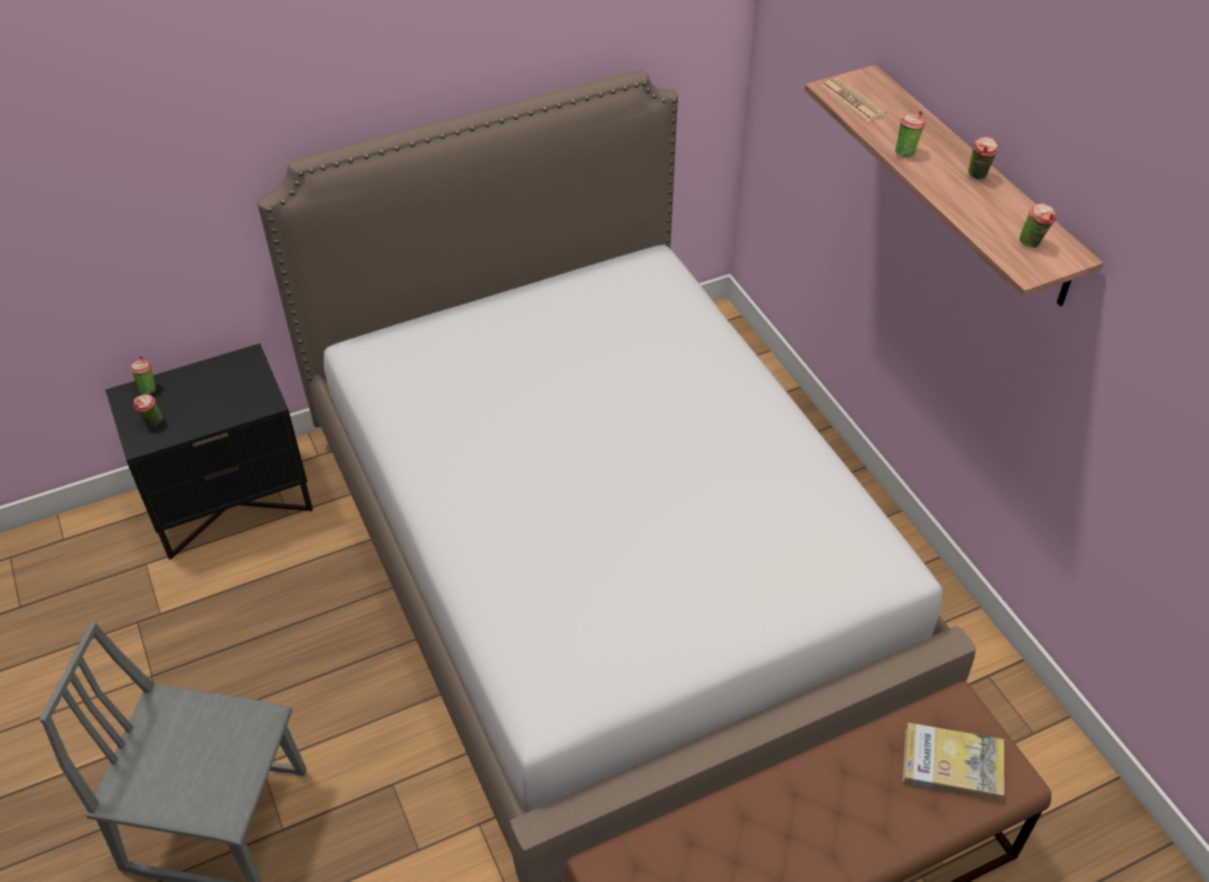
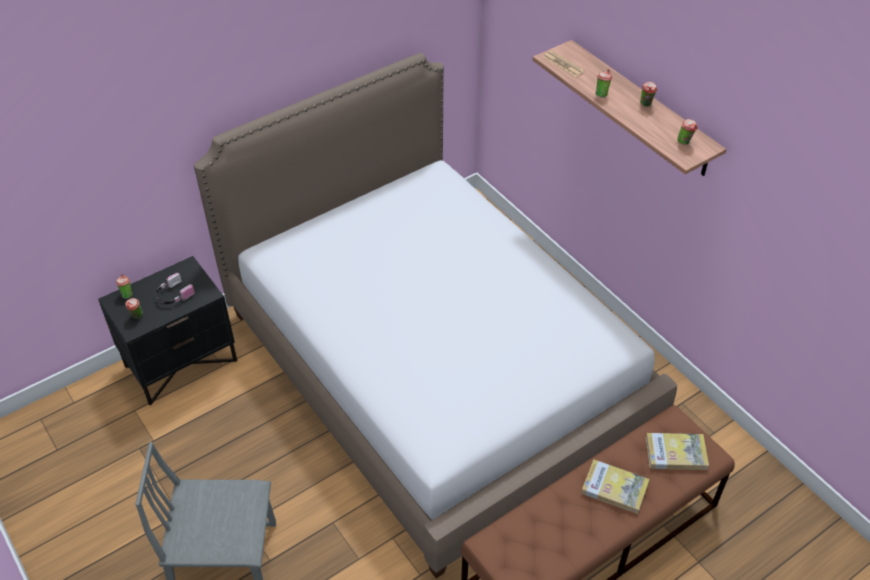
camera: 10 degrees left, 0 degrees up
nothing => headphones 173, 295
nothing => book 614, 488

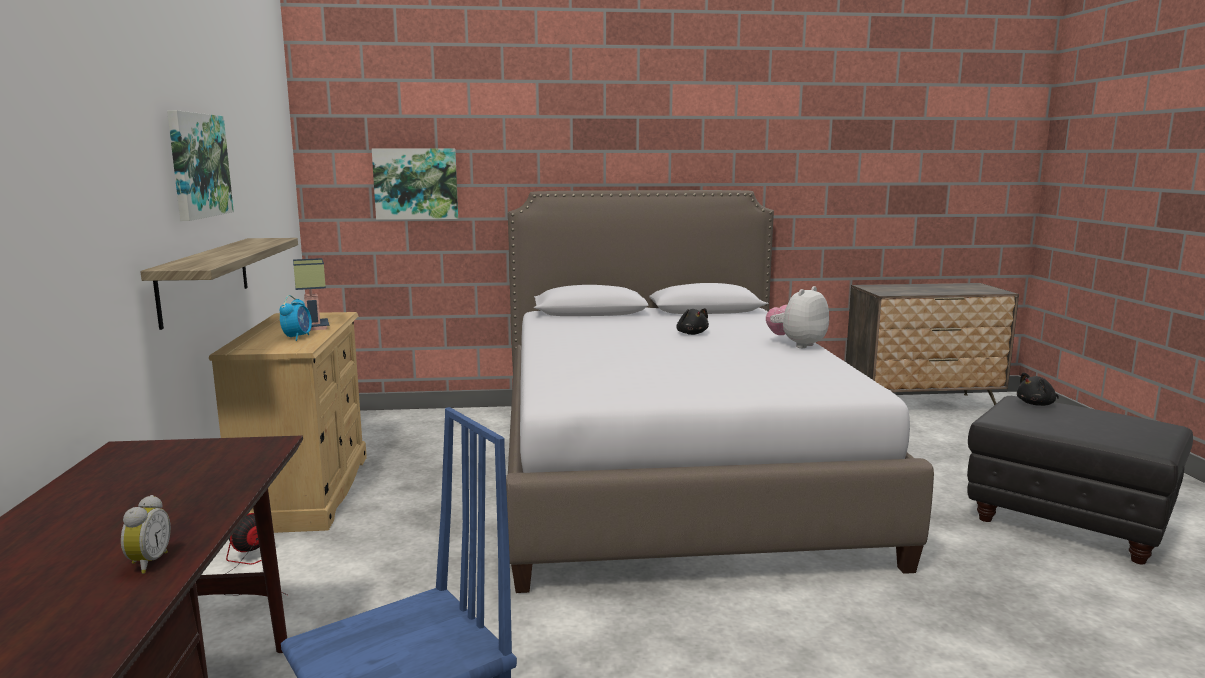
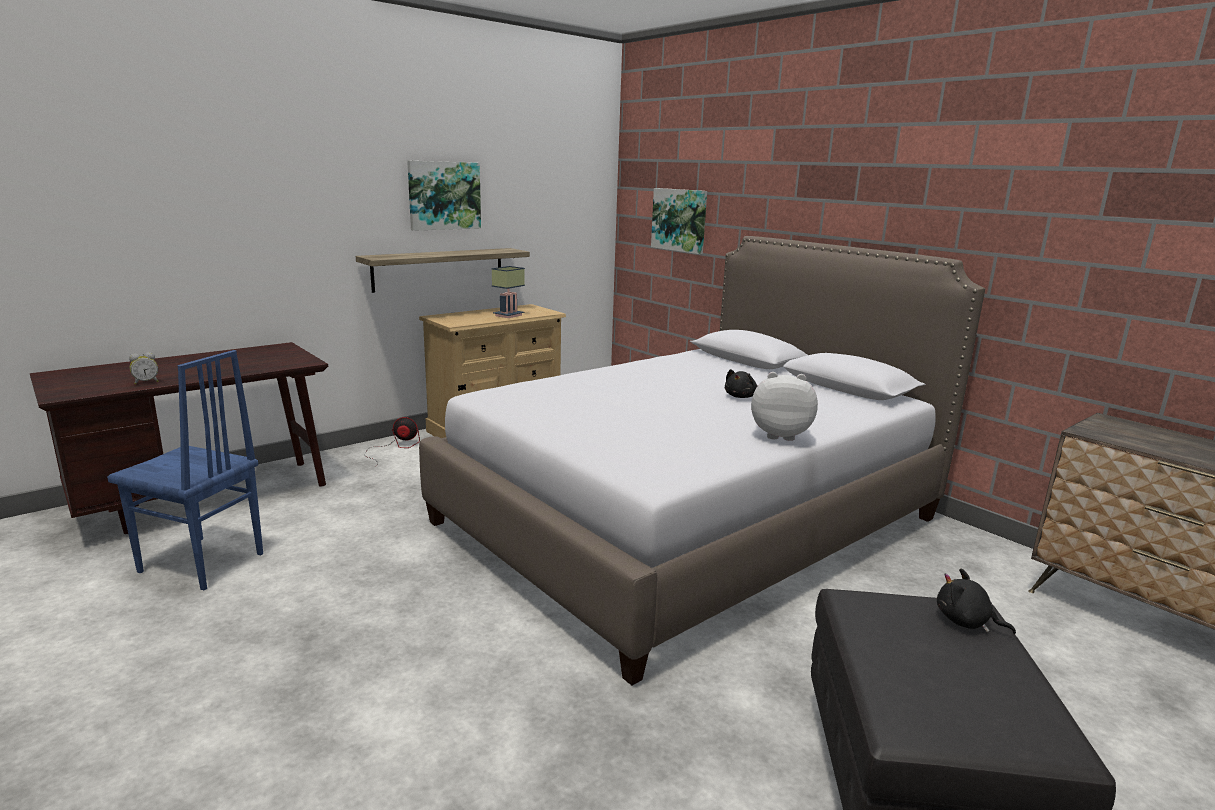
camera: 55 degrees right, 5 degrees up
alarm_clock 297, 337 => nothing

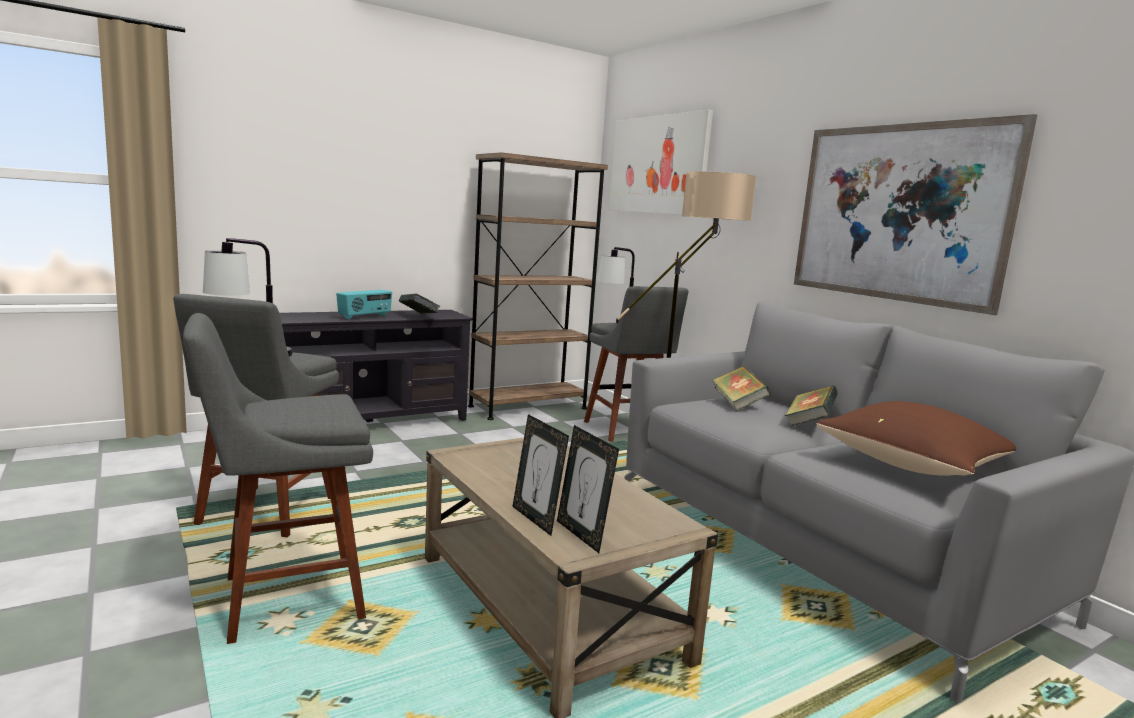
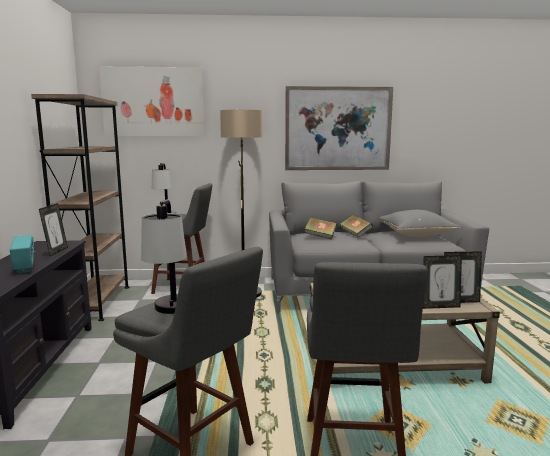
camera: 60 degrees left, 0 degrees up
book 419, 317 => picture_frame 56, 252
brown_pillow 916, 466 => grey_pillow 416, 235

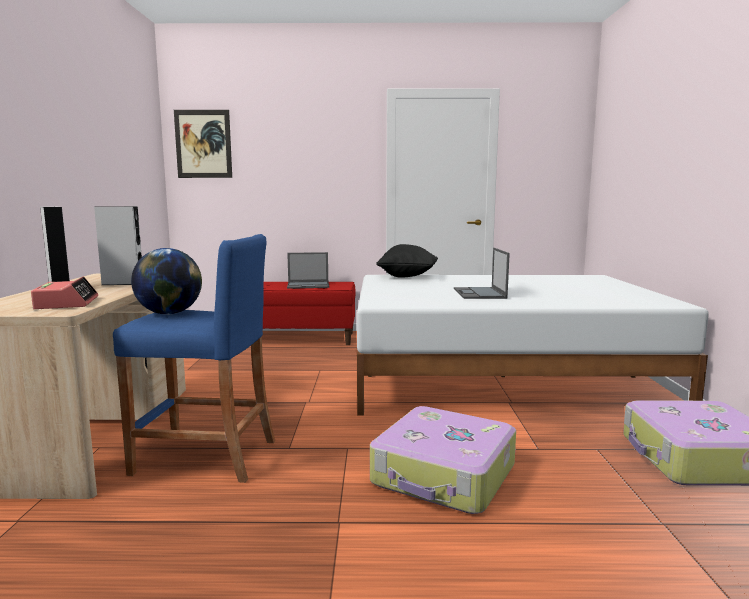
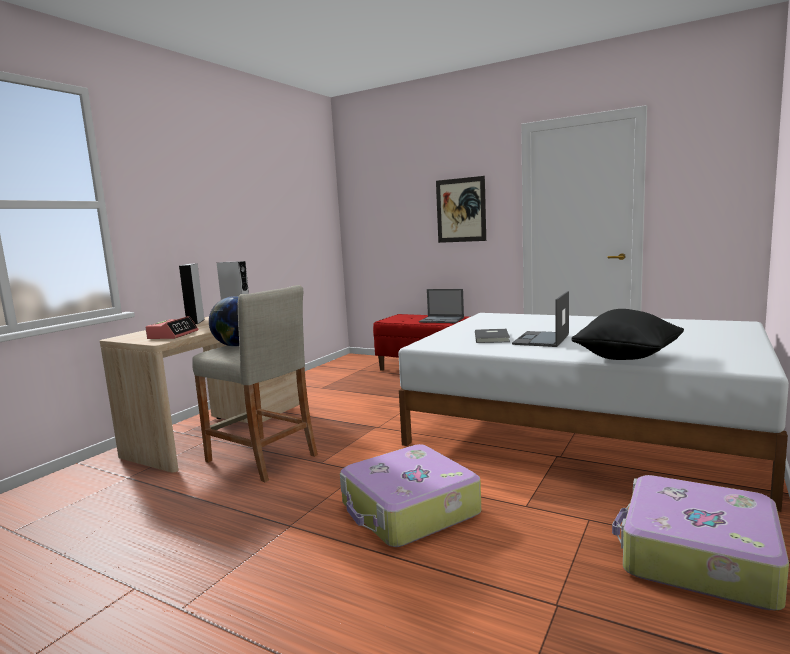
camera: 30 degrees right, 0 degrees up
blue_stool 205, 457 => beige_stool 261, 458
picture 203, 144 => picture 461, 210, shifted
black_pillow 408, 276 => black_pillow 627, 358, shifted
nothing => grey_book 493, 337

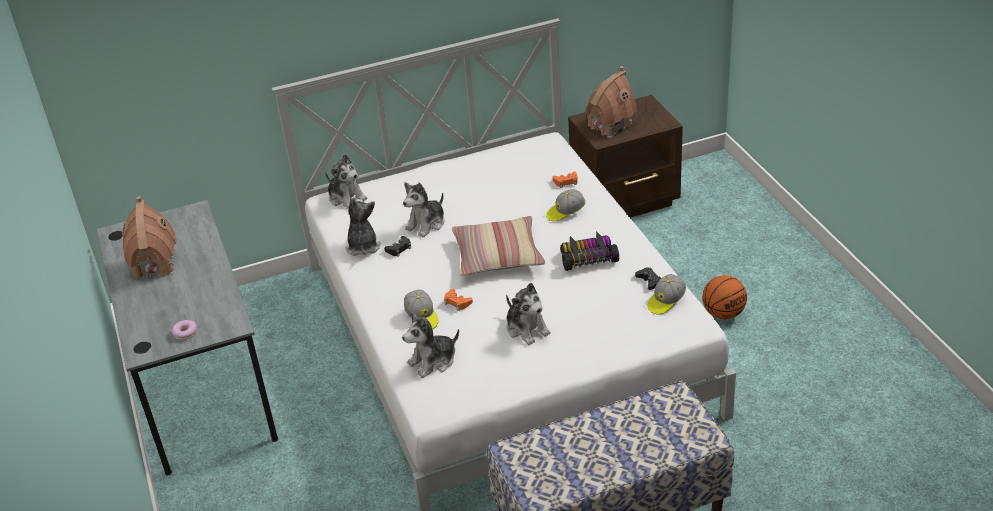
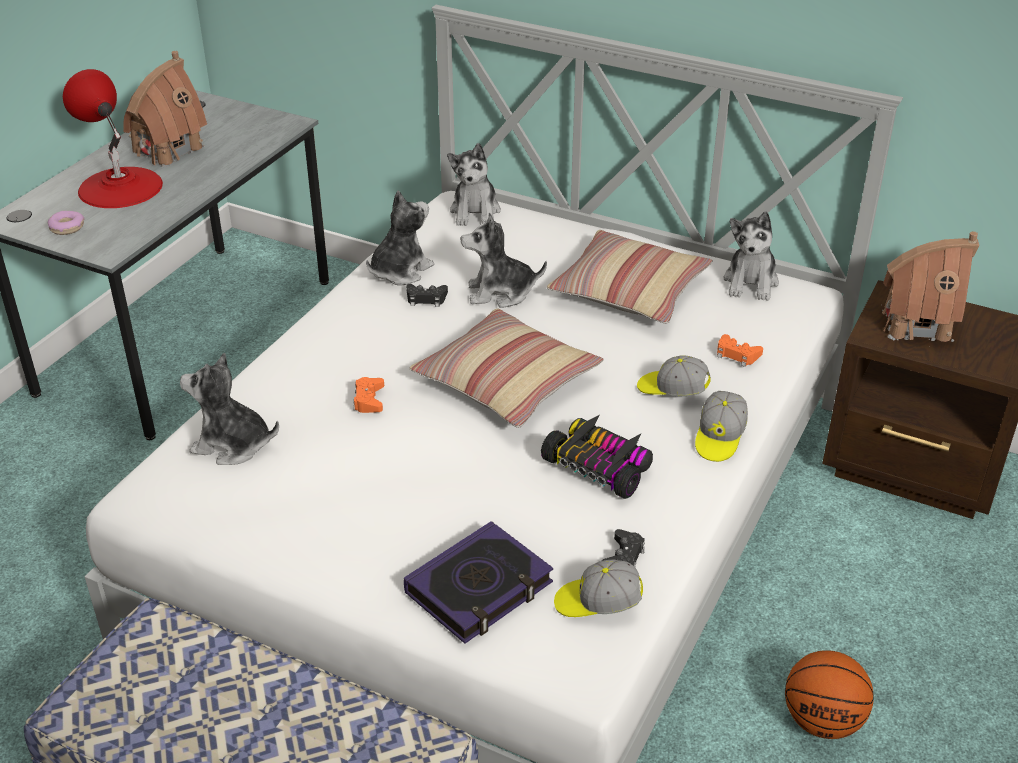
camera: 45 degrees right, 0 degrees up
cap 422, 317 => cap 719, 437, shifted
plush_toy 527, 329 => plush_toy 751, 282, shifted
nothing => red_table_lamp 120, 187
nothing => book 479, 589
nothing => pillow 629, 291

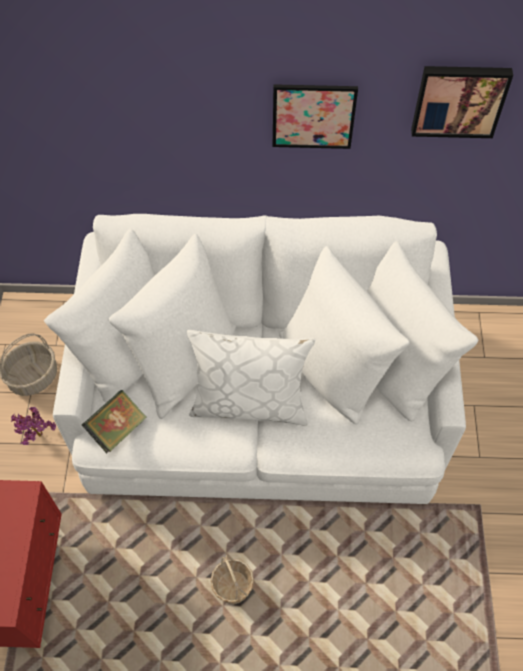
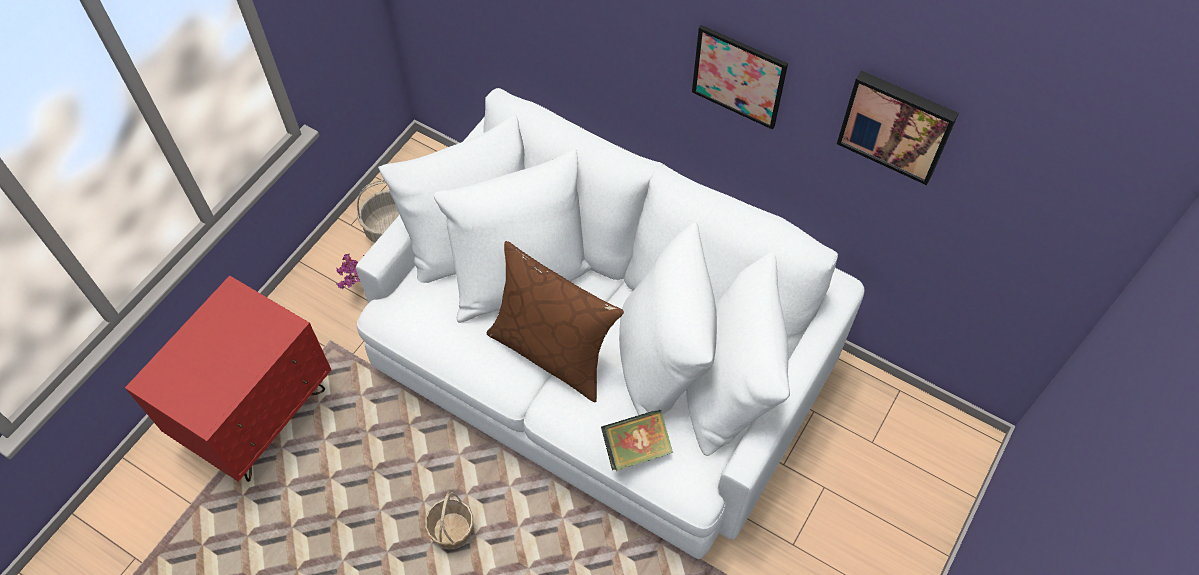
camera: 30 degrees right, 0 degrees up
book 117, 428 => book 636, 448, shifted
white_pillow 250, 403 => brown_pillow 553, 351

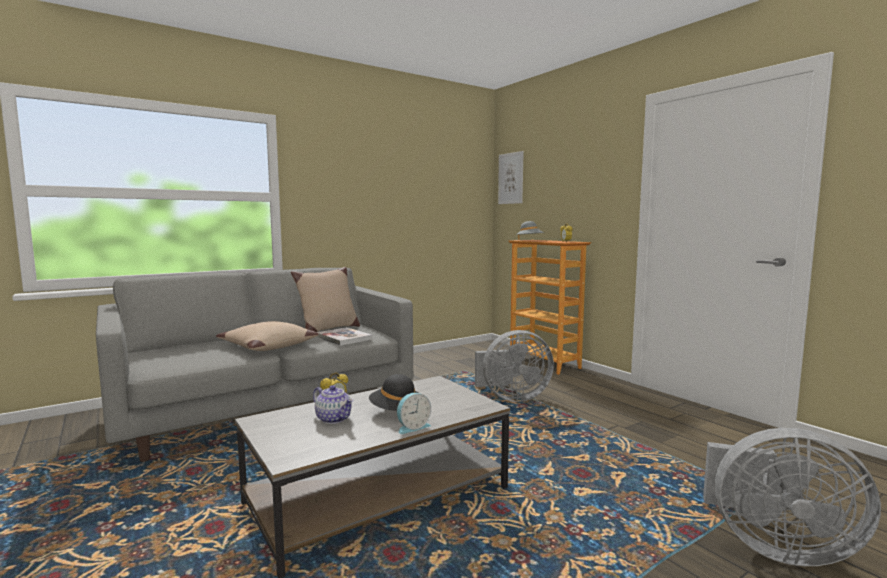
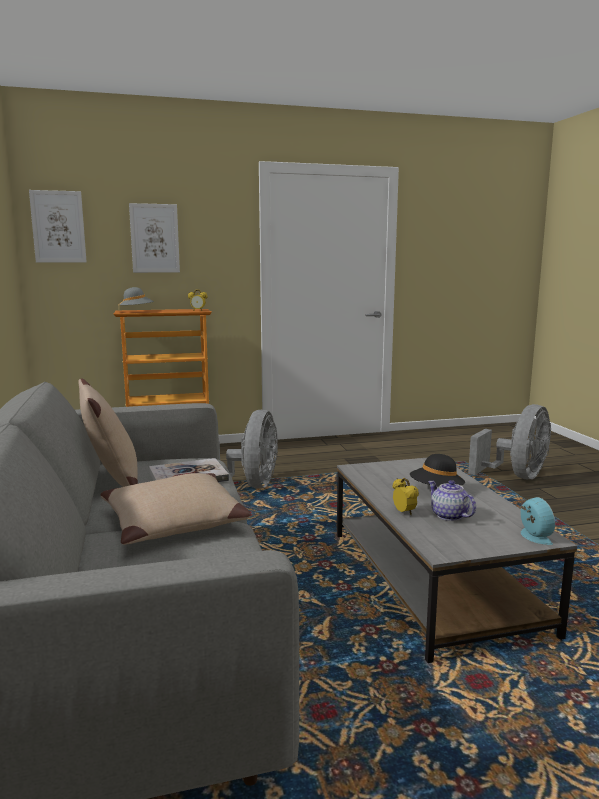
camera: 70 degrees left, 5 degrees up
teapot 334, 419 => teapot 448, 515, 90 degrees counterclockwise
alarm_clock 412, 427 => alarm_clock 533, 536, shifted
nothing => picture 154, 238

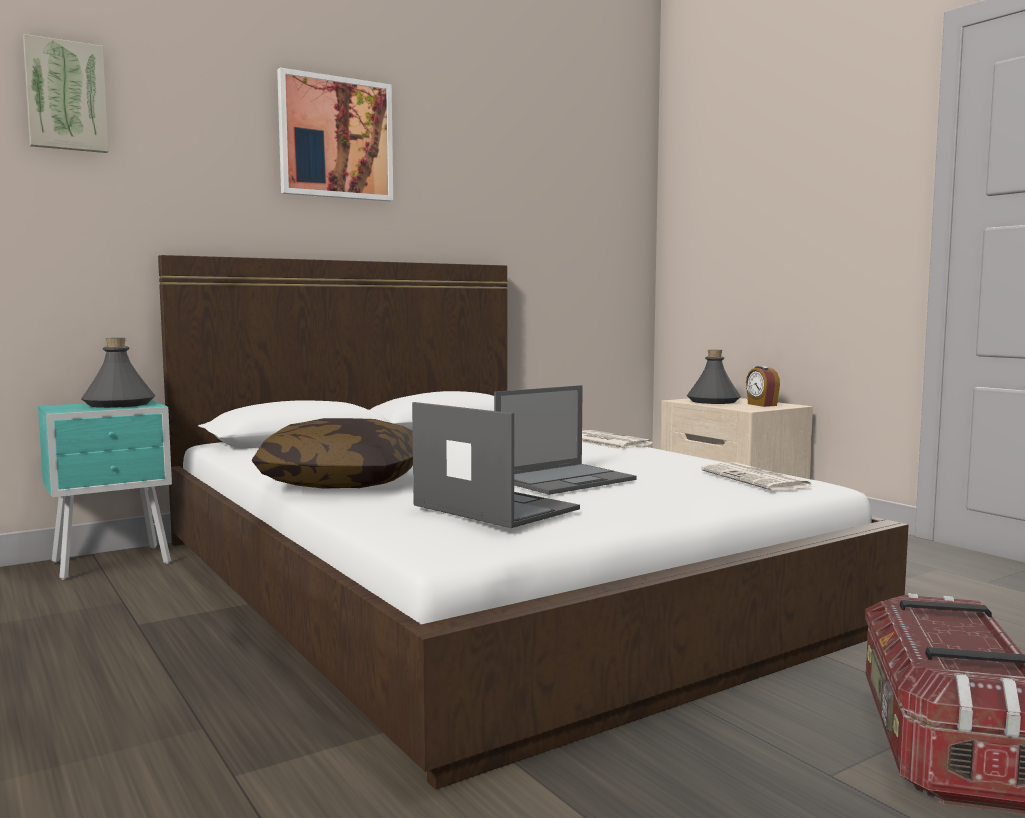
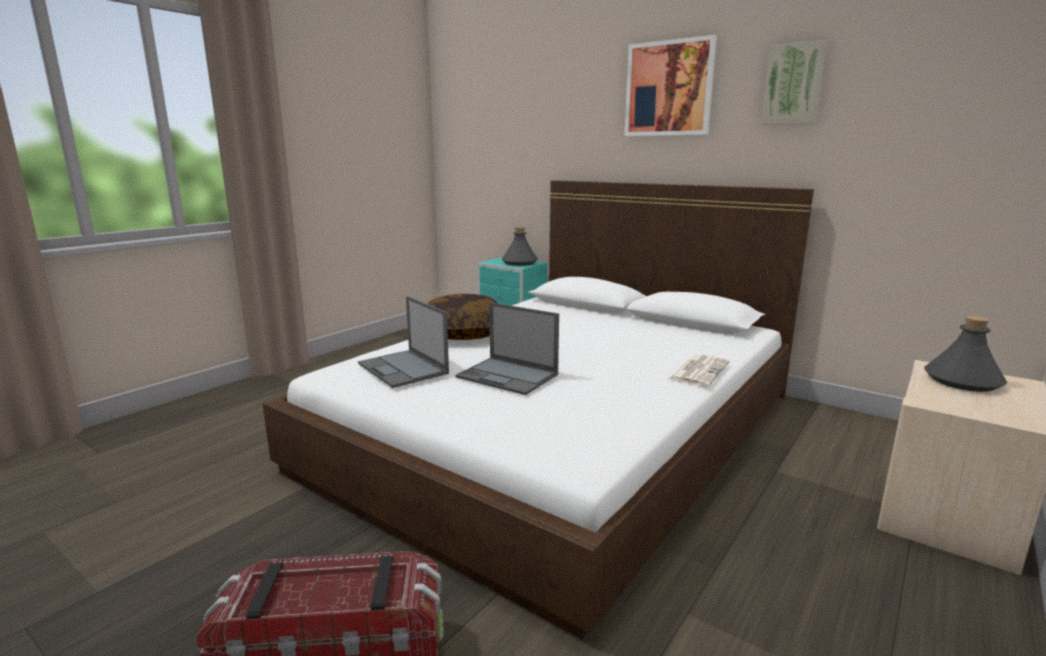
camera: 70 degrees right, 10 degrees up
picture 66, 96 => picture 793, 84, shifted
laptop 493, 507 => laptop 403, 369, 120 degrees clockwise
newspaper 757, 479 => nothing
alarm_clock 761, 405 => nothing

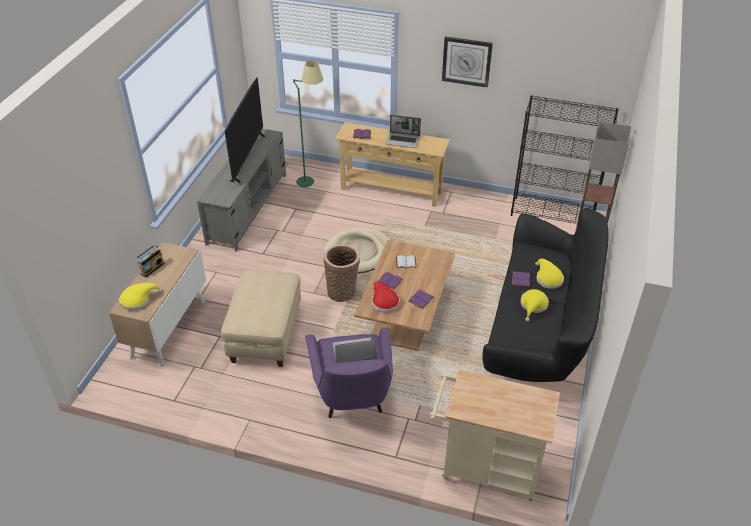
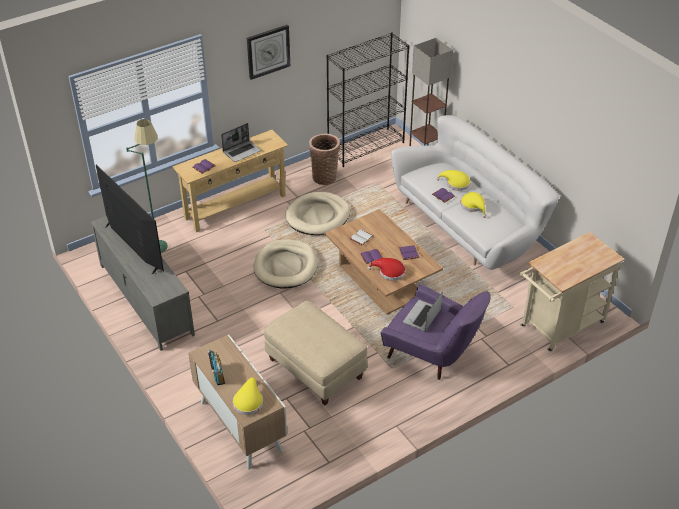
camera: 50 degrees left, 0 degrees up
basket 343, 291 => basket 324, 176, shifted
black_sofa 540, 330 => white_sofa 469, 227
nothing => beige_dog_bed 318, 216

